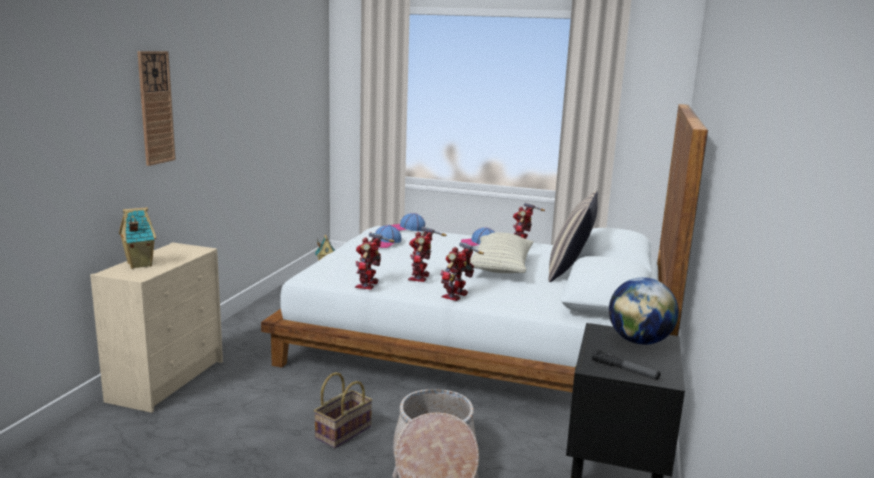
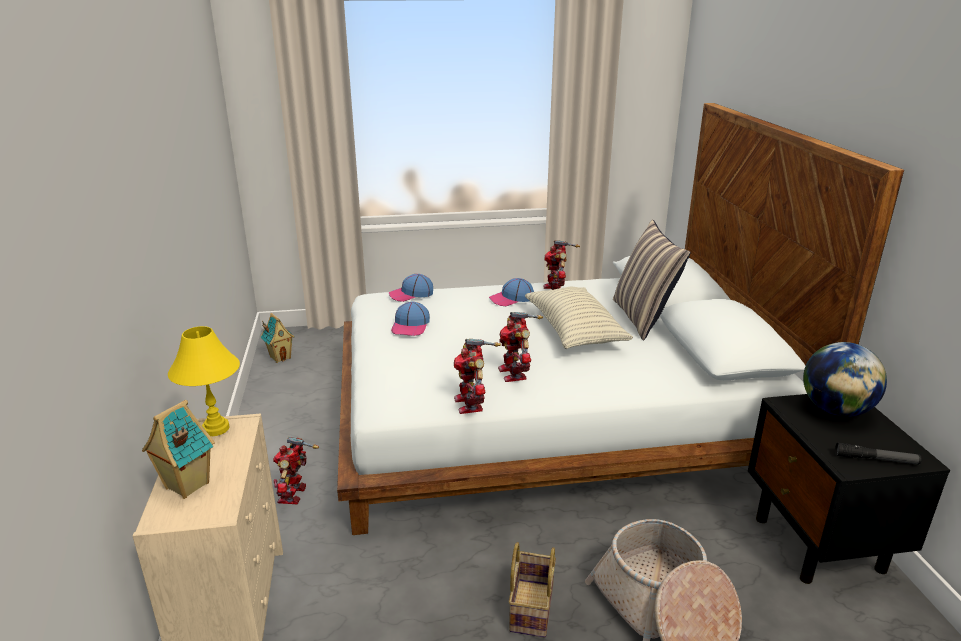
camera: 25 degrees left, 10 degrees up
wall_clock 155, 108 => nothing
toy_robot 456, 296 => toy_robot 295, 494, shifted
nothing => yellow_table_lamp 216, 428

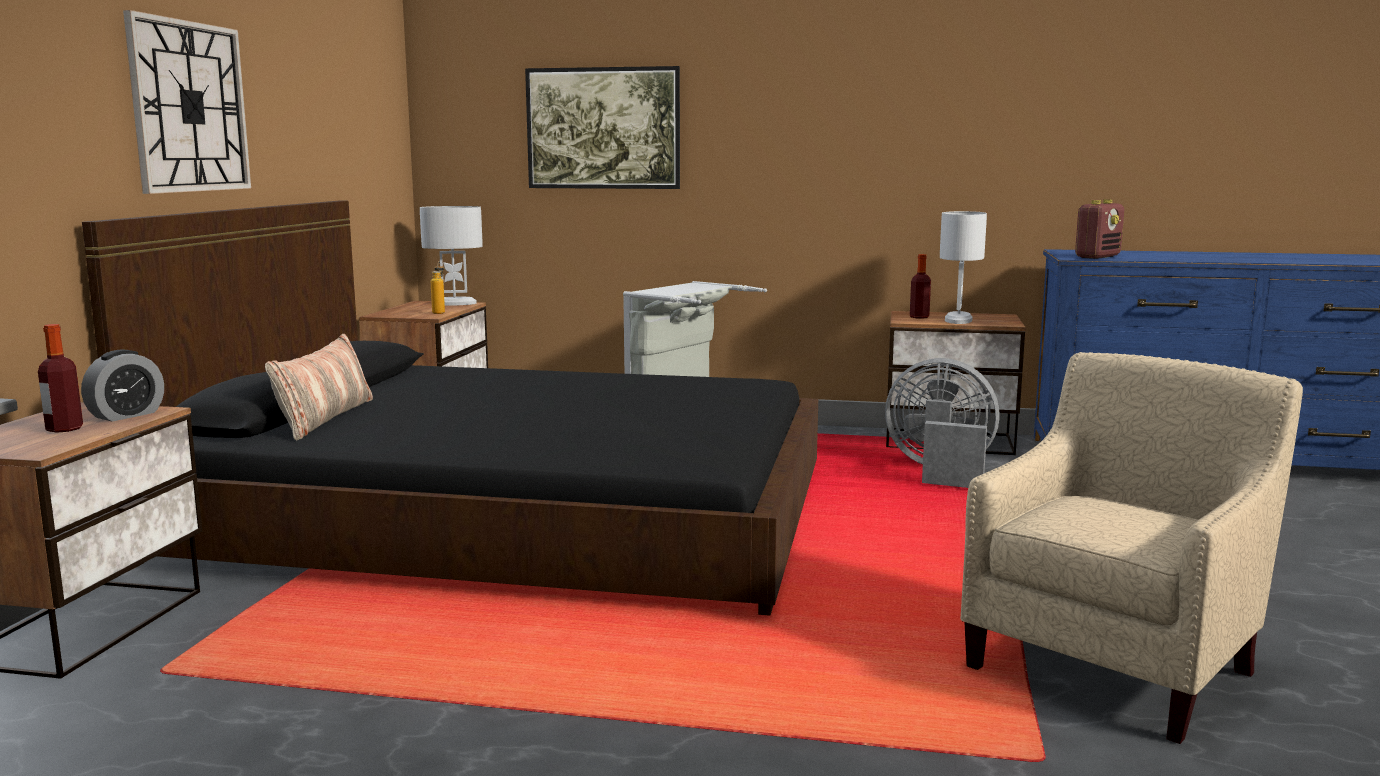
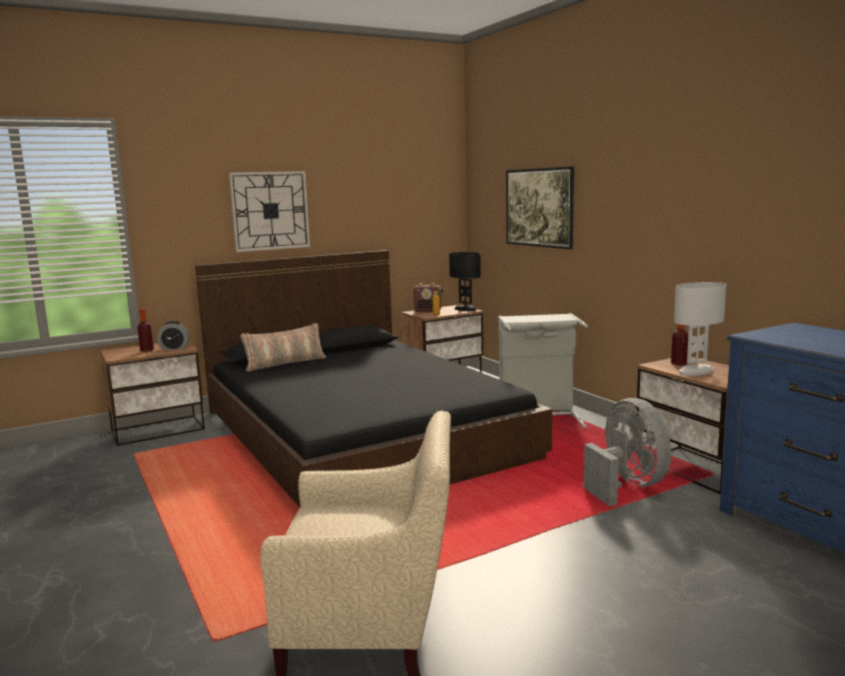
camera: 50 degrees right, 0 degrees up
white_table_lamp 454, 303 => black_table_lamp 465, 309
radio 1097, 257 => radio 428, 311, shifted

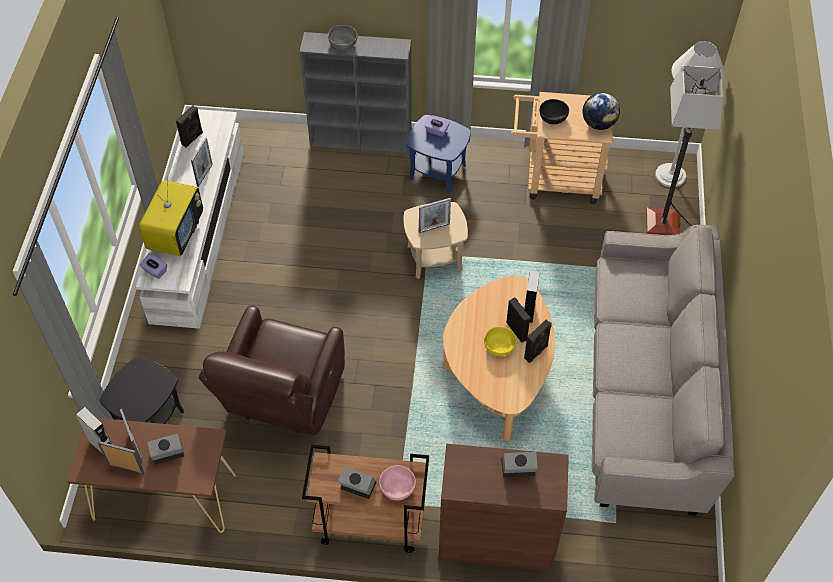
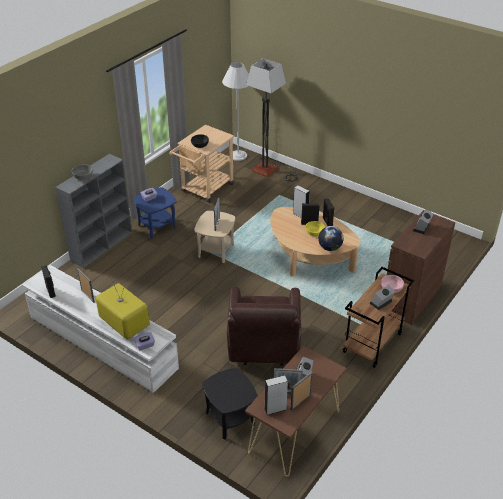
camera: 60 degrees left, 15 degrees down
brown_armchair 282, 400 => brown_armchair 263, 349, 45 degrees clockwise
globe 598, 124 => globe 330, 248, shifted
grey_sofa 646, 390 => nothing

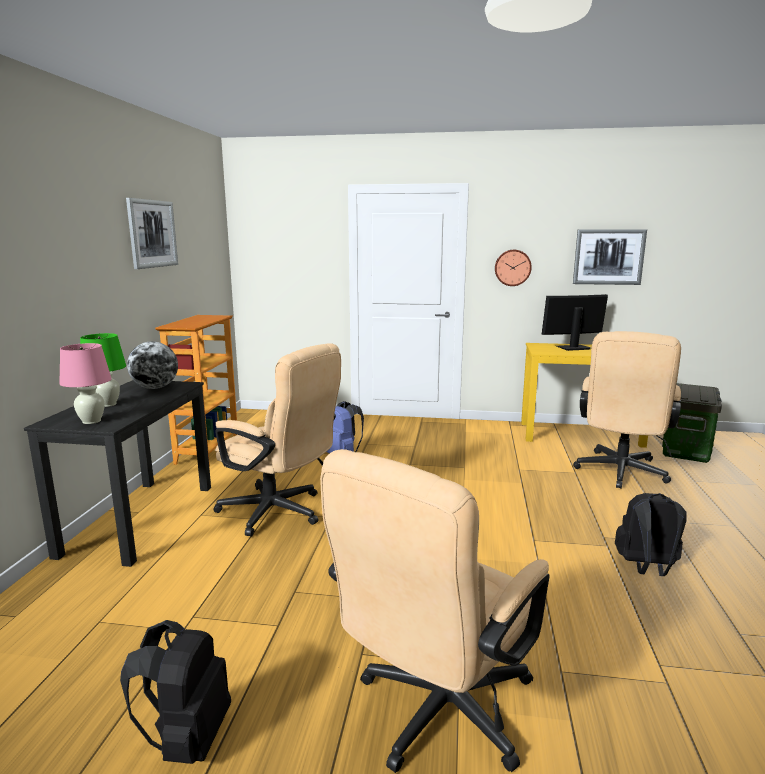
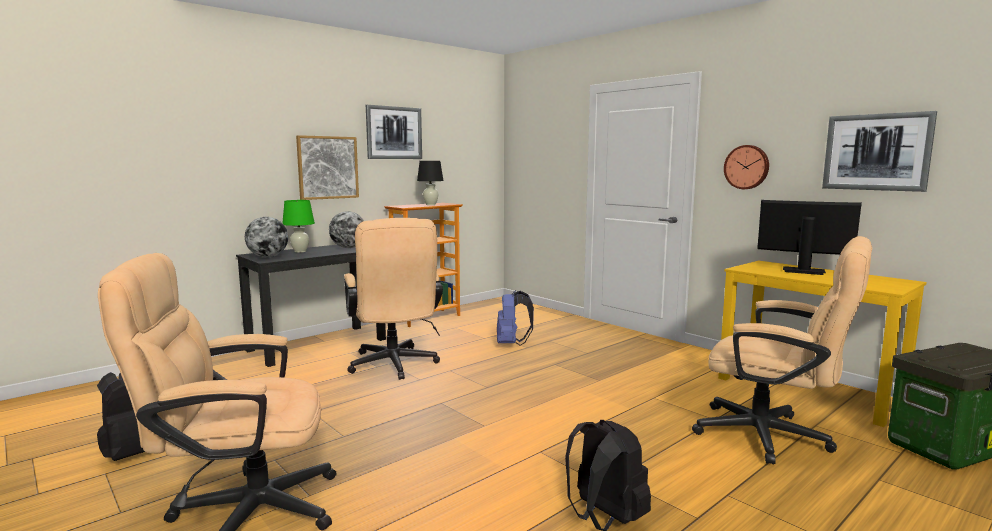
camera: 40 degrees right, 5 degrees down
pink_table_lamp 92, 421 => globe 268, 257
beige_office_chair 619, 473 => beige_office_chair 774, 437, 120 degrees counterclockwise
nothing => picture 327, 167
nothing => black_table_lamp 430, 204

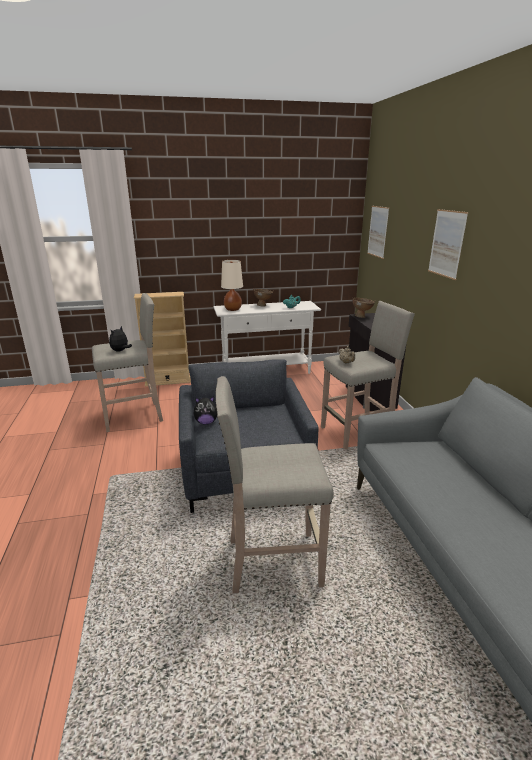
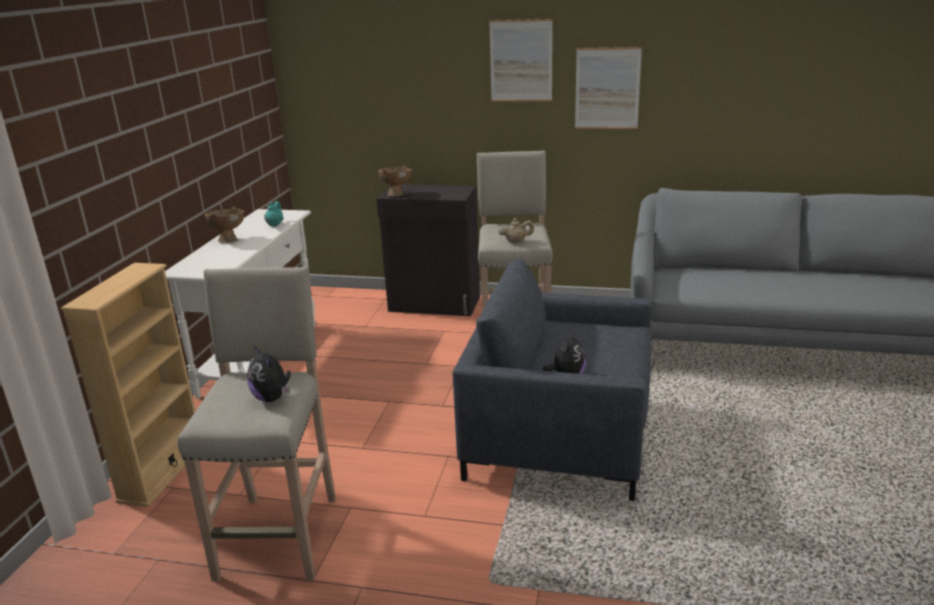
camera: 65 degrees left, 0 degrees up
beige_stool 271, 562 => nothing
beige_table_lamp 233, 309 => nothing
picture 378, 231 => picture 607, 89, shifted

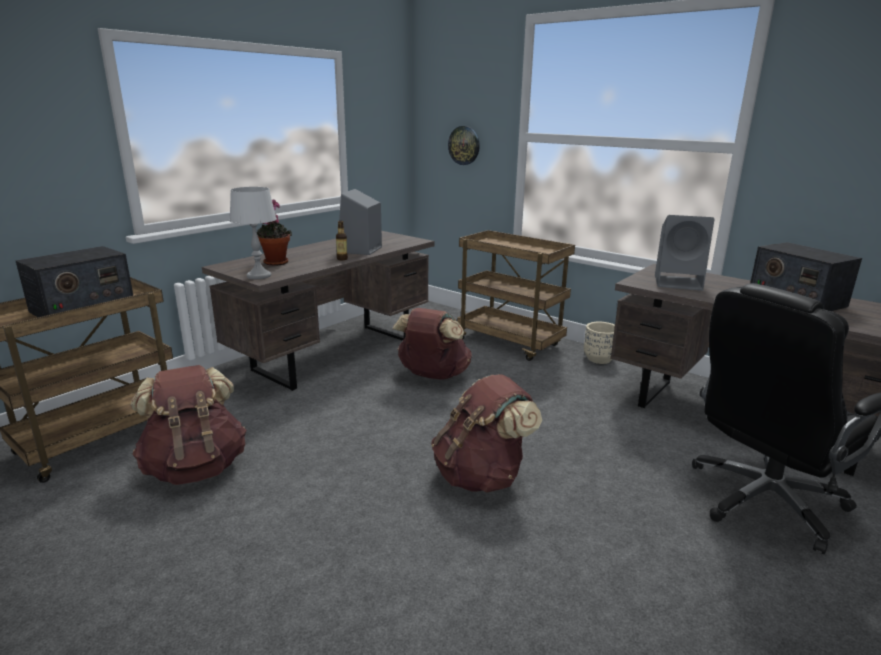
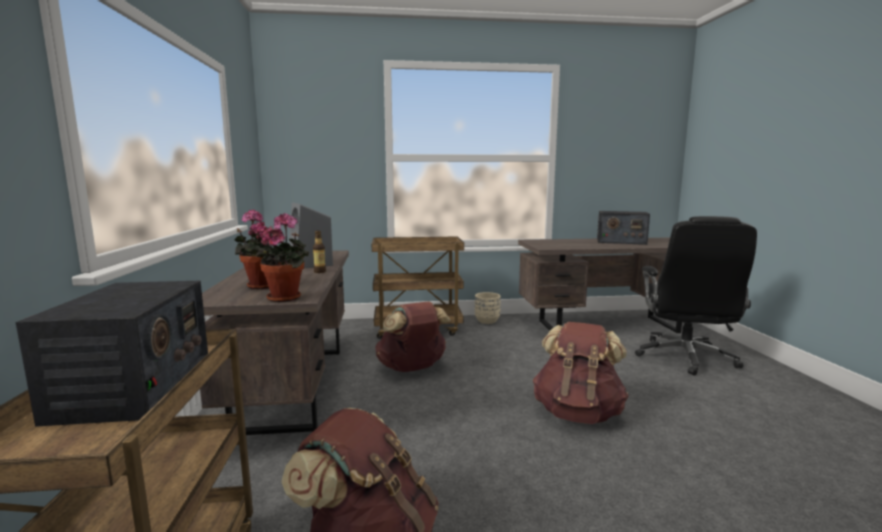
camera: 45 degrees left, 10 degrees down
grey_table_lamp 259, 276 => potted_plant 287, 297
wall_clock 464, 145 => nothing
grey_speaker 679, 283 => nothing

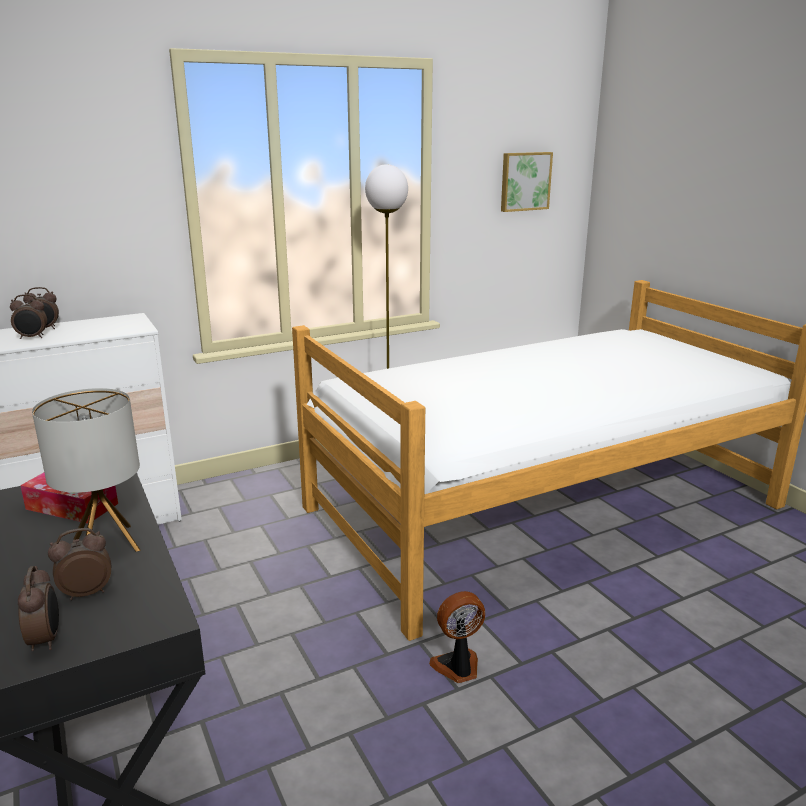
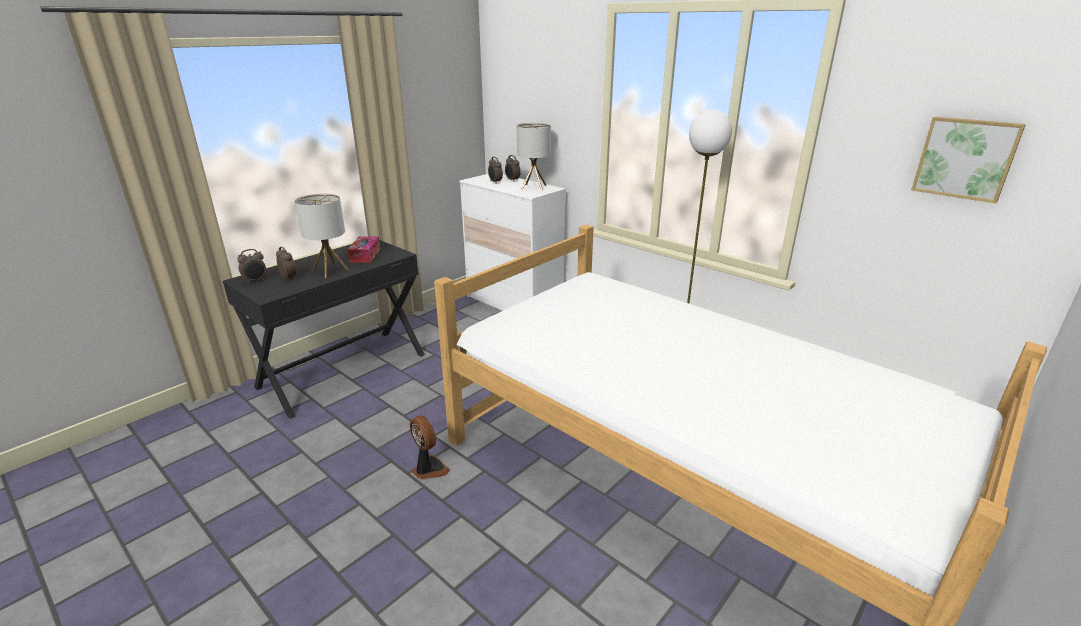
camera: 70 degrees right, 5 degrees up
nothing => table_lamp 533, 187

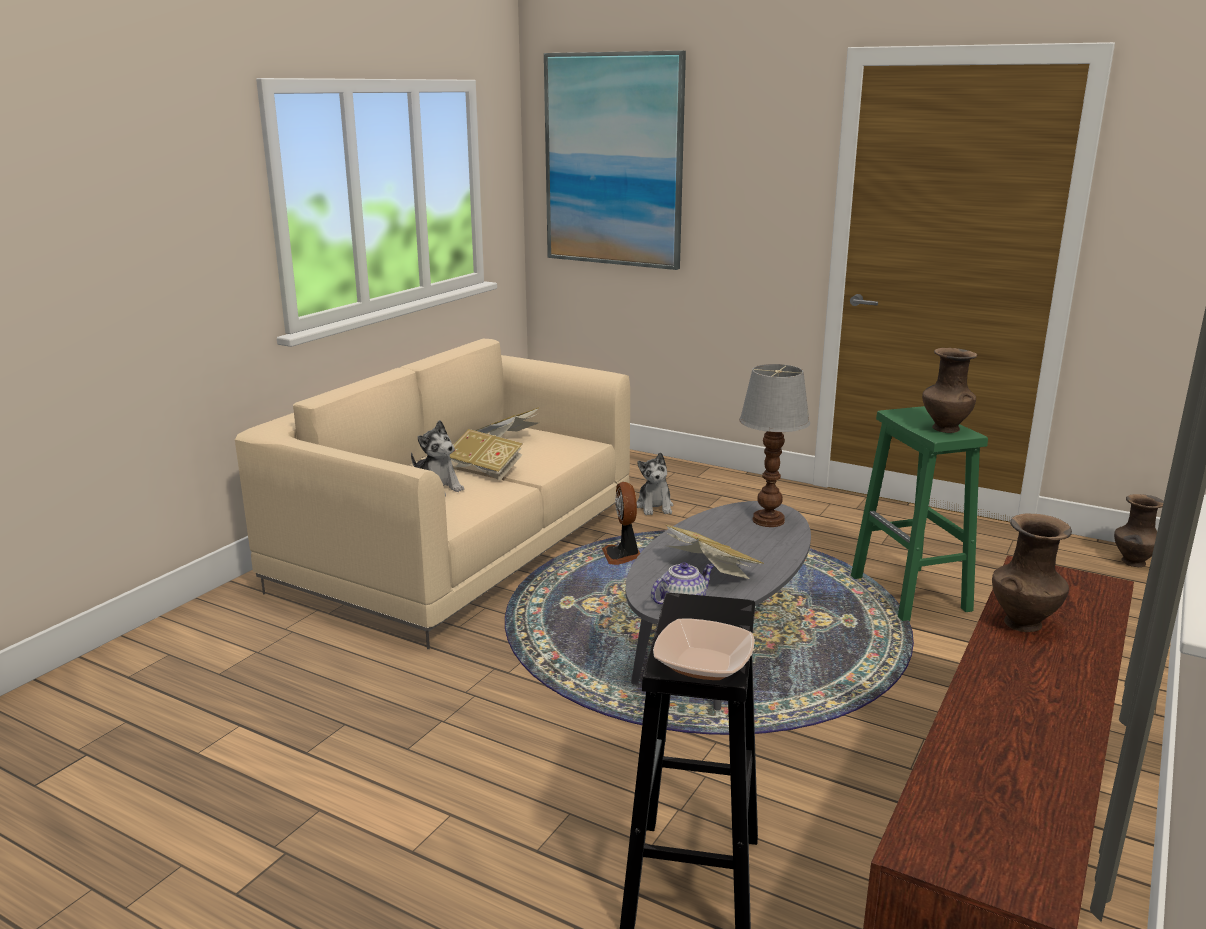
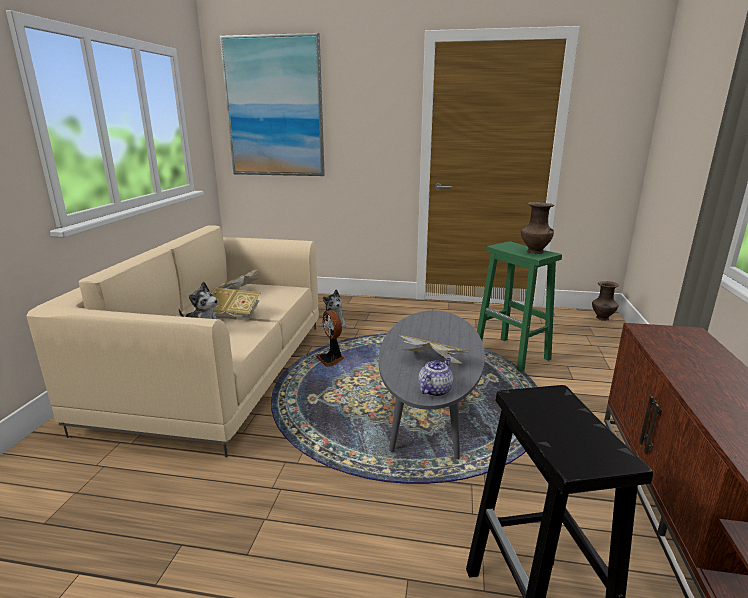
camera: 20 degrees left, 0 degrees up
bowl 703, 664 => nothing
table_lamp 767, 520 => nothing
brown_vase 1023, 623 => nothing

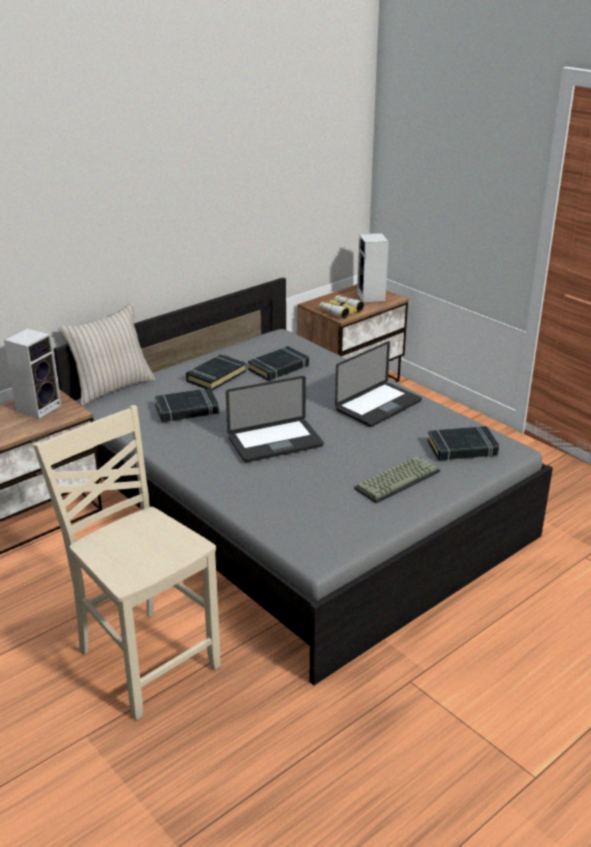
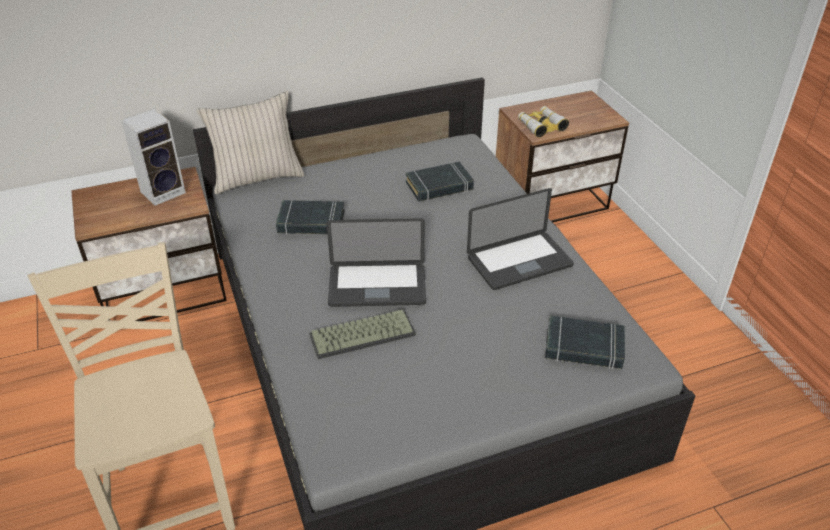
camera: 20 degrees right, 10 degrees up
black_book 216, 376 => nothing
keyboard 397, 479 => keyboard 363, 333, shifted
speaker 372, 297 => nothing

